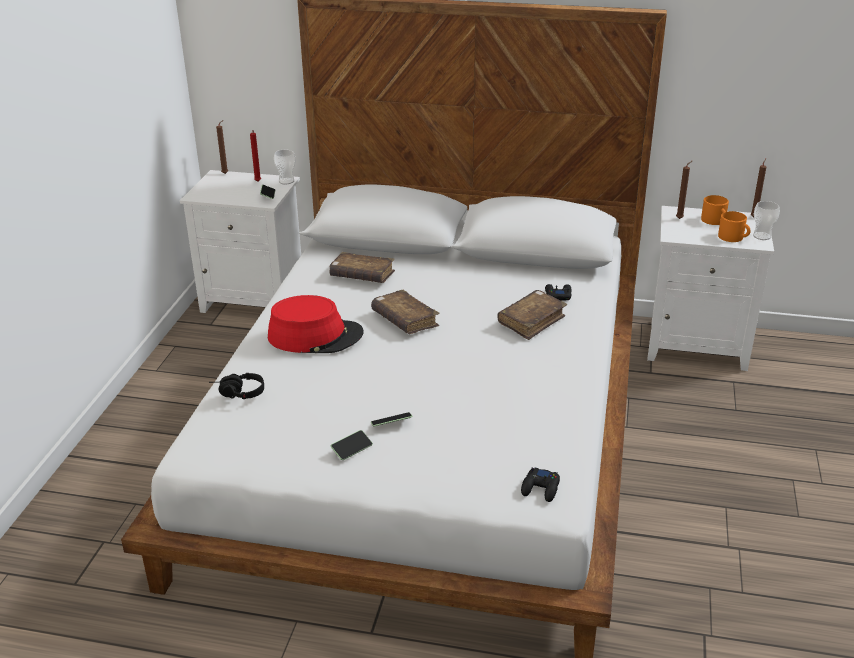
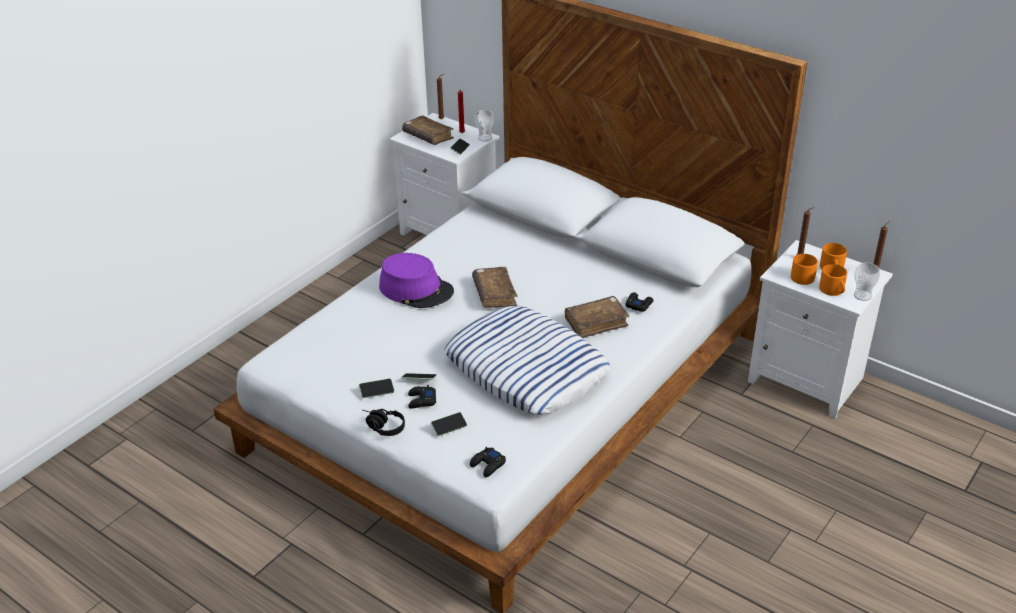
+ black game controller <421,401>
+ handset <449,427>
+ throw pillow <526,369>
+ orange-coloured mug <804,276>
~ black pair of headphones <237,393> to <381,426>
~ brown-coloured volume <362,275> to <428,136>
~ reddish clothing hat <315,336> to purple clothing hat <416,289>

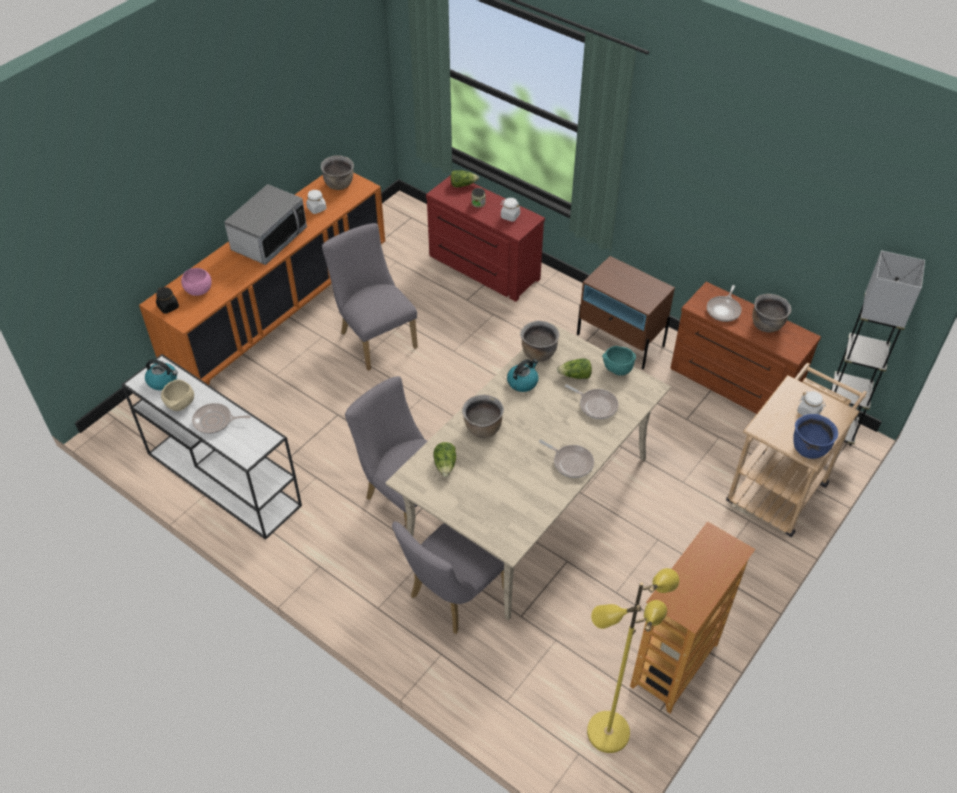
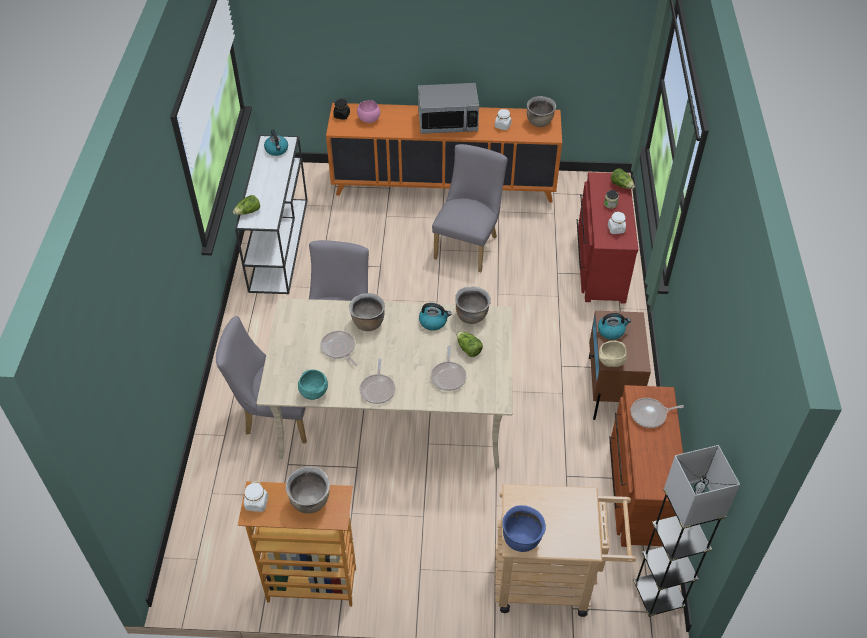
- yellow-coloured floor lamp <608,731>
+ water kettle <611,331>
~ beige-coloured serving bowl <180,405> to <610,362>
~ frying pan <215,421> to <339,348>
~ lettuce head <445,465> to <248,212>
~ blue-green serving bowl <617,370> to <313,392>
~ brown-coloured stockpot <766,325> to <310,501>
~ white-coloured jar <809,412> to <256,503>

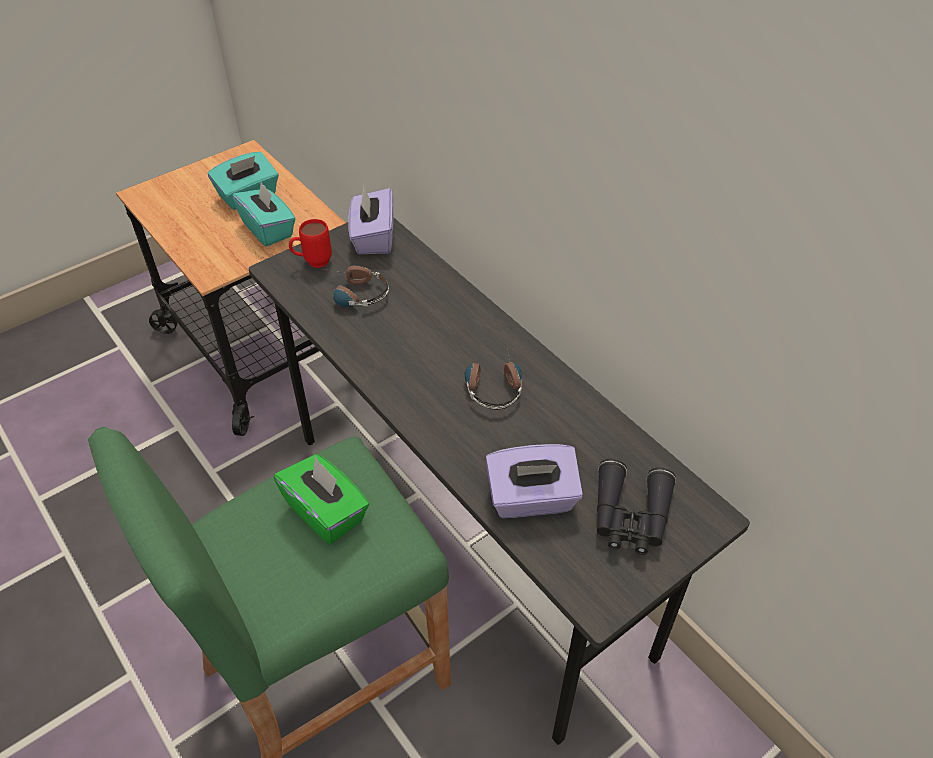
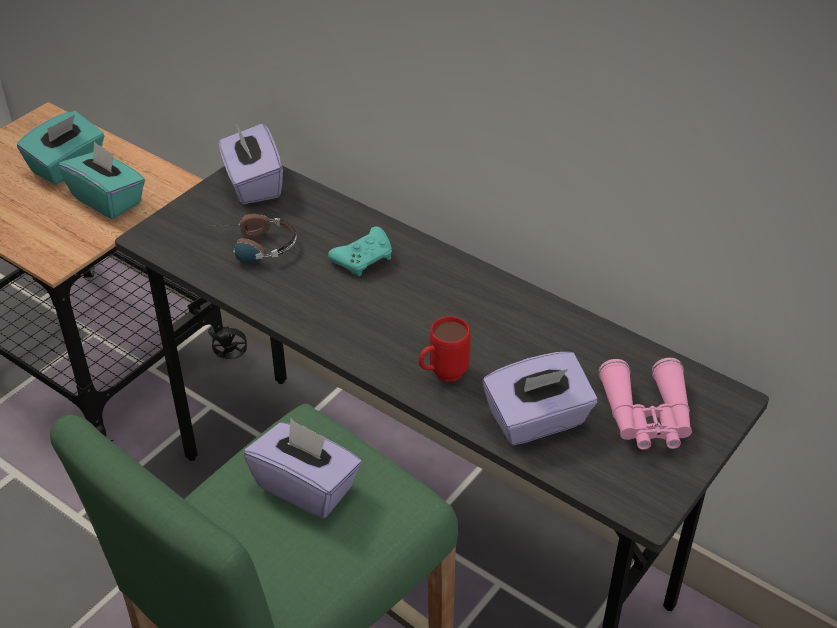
- pair of headphones <493,384>
+ blue-green game controller <364,259>
~ reddish mug <312,263> to <442,375>
~ green-coloured tissue holder <326,512> to purple tissue holder <306,486>
~ black field glasses <630,517> to pinkish field glasses <647,417>

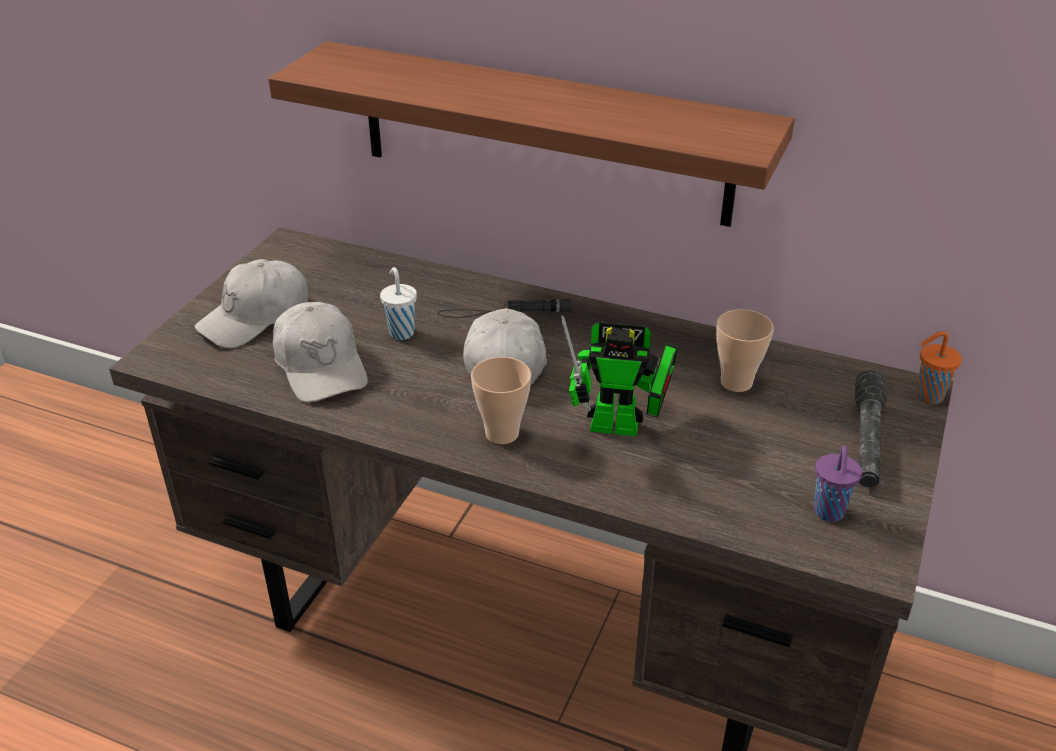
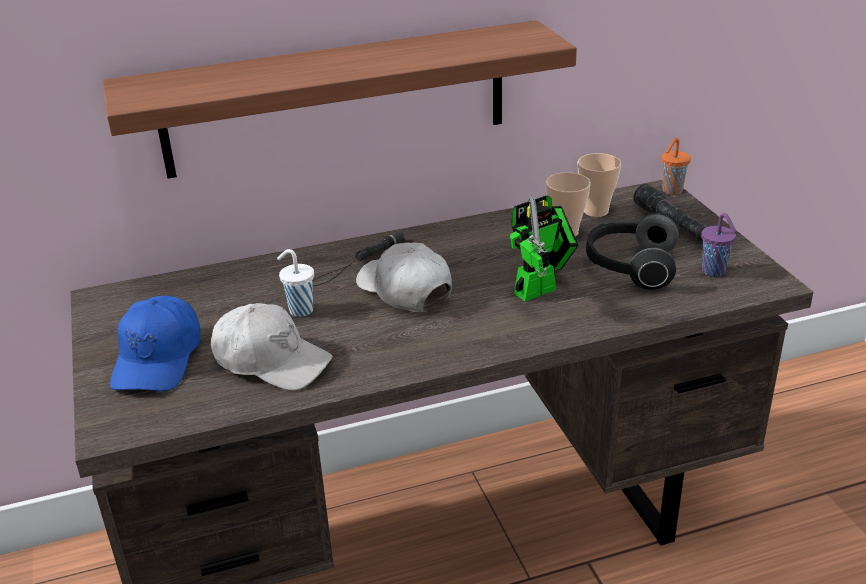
+ pair of headphones <630,267>
~ small cup <502,433> to <596,211>
~ white-coloured peaked cap <256,317> to blue peaked cap <159,358>

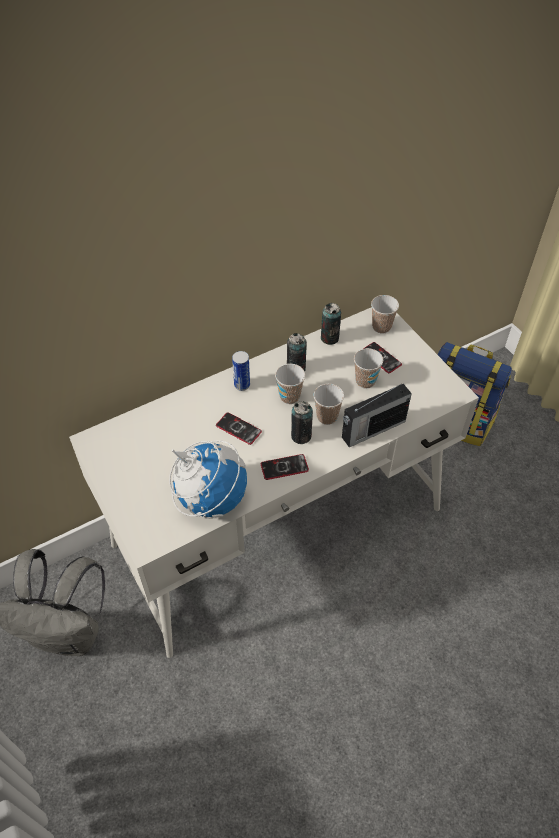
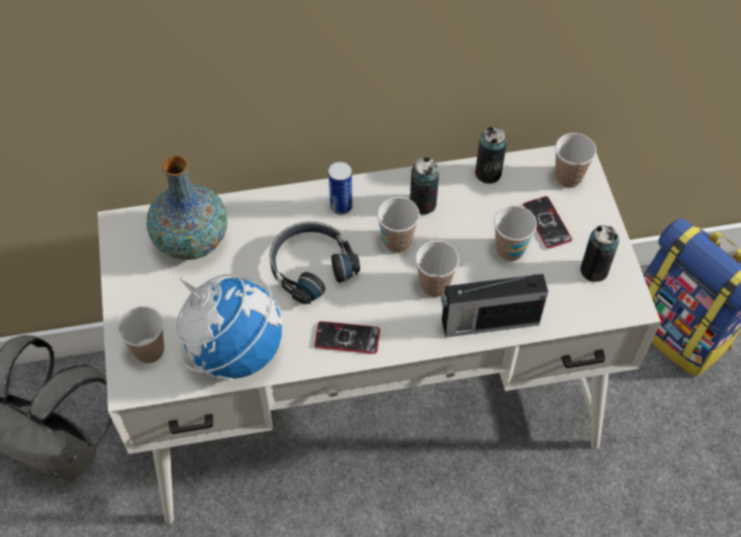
+ small cup <149,350>
+ decorative vase <191,240>
~ metal can <301,436> to <594,270>
~ handset <238,429> to black pair of headphones <311,266>

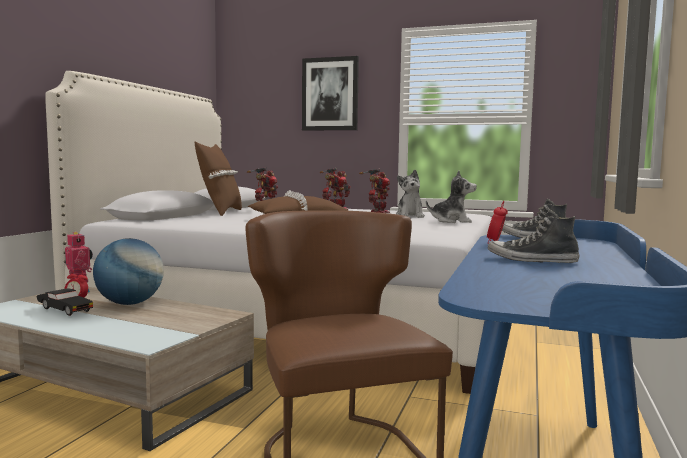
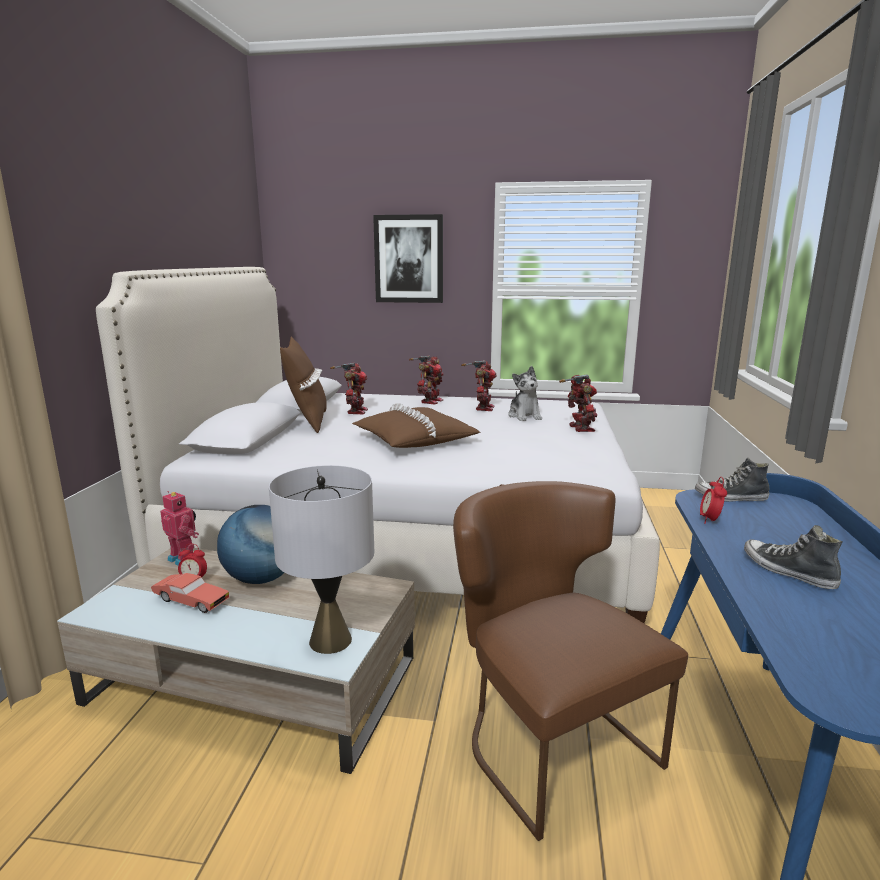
+ greyish lamp for a table <330,641>
~ plush toy <451,221> to model robot <579,428>
~ black toy car <64,310> to reddish toy car <191,601>
~ low shoe <531,260> = <788,571> 45 degrees clockwise

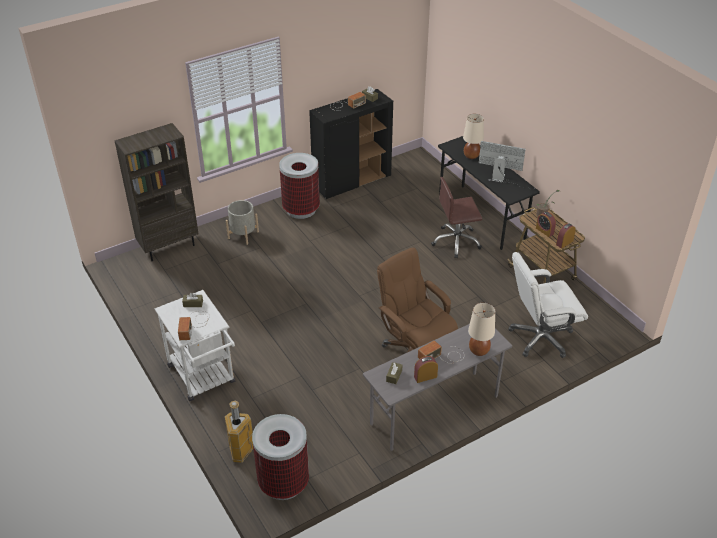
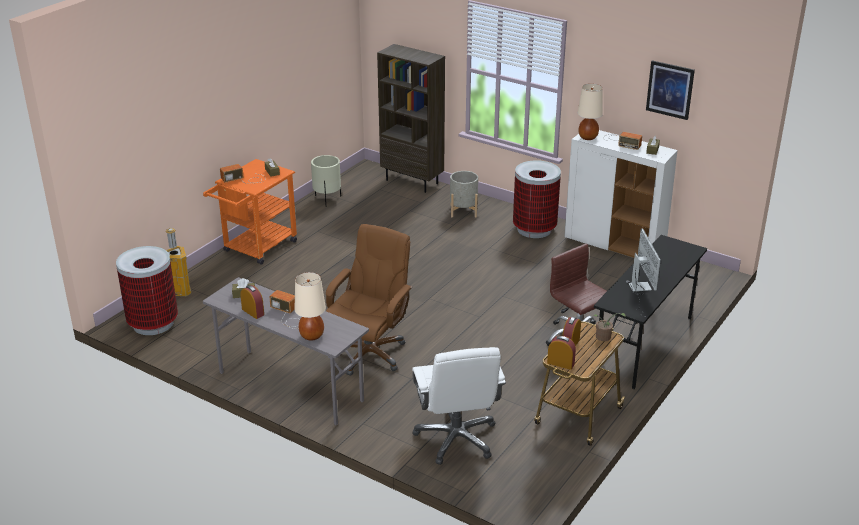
+ beige-coloured planter <327,199>
+ wall picture <670,89>
~ beige-coloured lamp for a table <471,156> to <587,137>
~ white-coloured wheeled cart <204,378> to orange-coloured wheeled cart <256,249>
~ black cabinet <352,181> to white-coloured cabinet <615,245>
~ white-coloured computer chair <540,338> = <456,438> 150 degrees counterclockwise

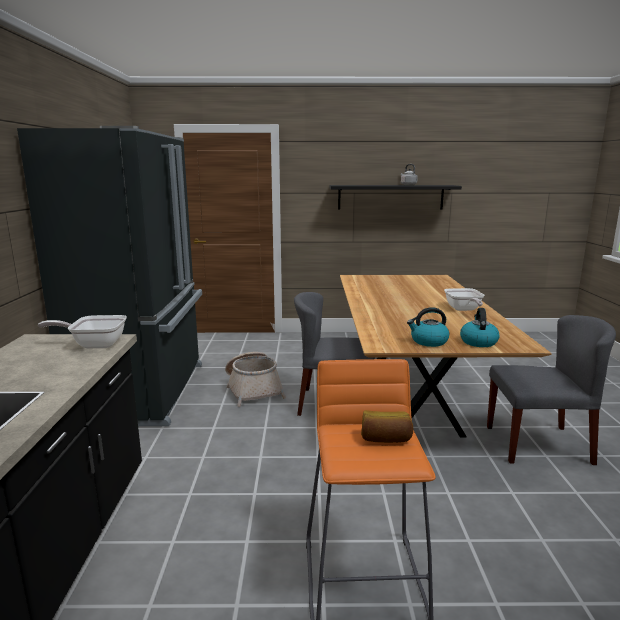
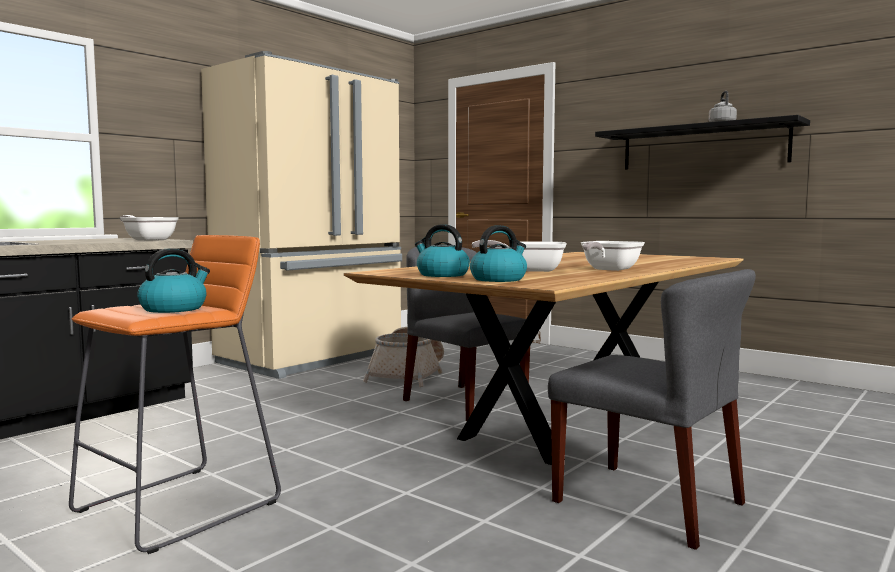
+ frying pan <530,270>
~ baked bread <385,439> to water kettle <174,309>
~ black fridge <145,392> to beige-coloured fridge <314,358>

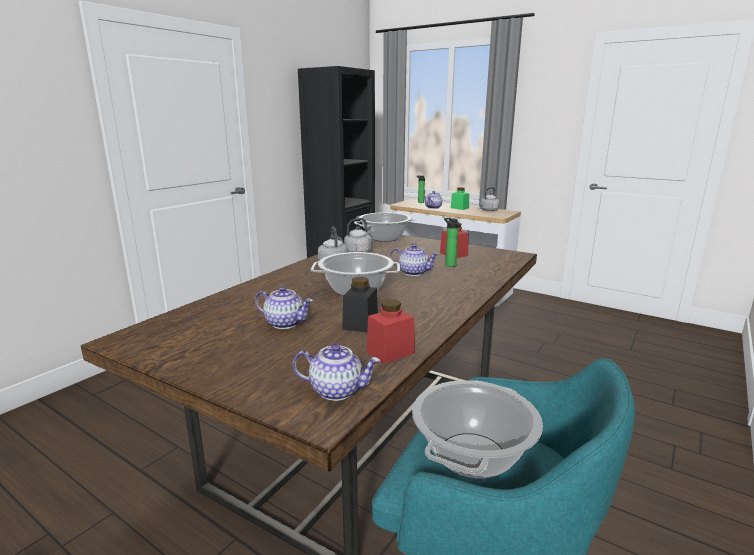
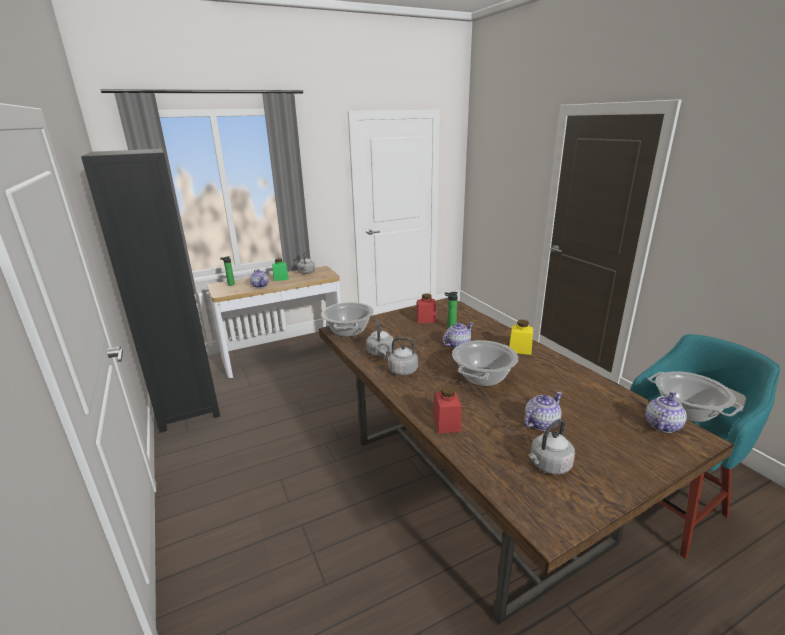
- black jar <360,324>
+ yellow-coloured jar <520,349>
+ greyish water kettle <548,465>
~ reddish jar <390,352> to <447,423>

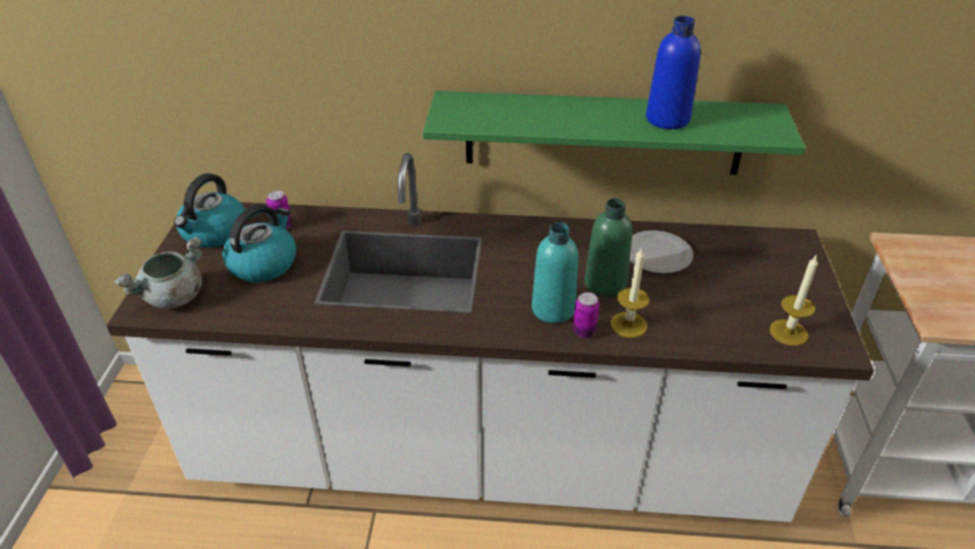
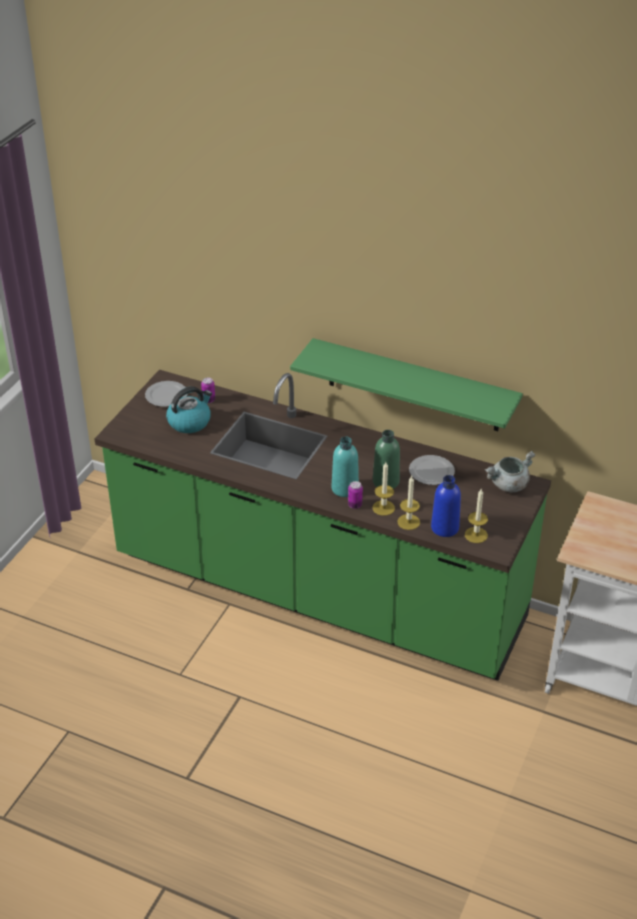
+ candle <408,522>
~ greyish stockpot <173,298> to <508,485>
~ blue bottle <667,119> to <444,528>
~ water kettle <214,233> to plate <167,395>
~ white-coloured counter <487,455> to green-coloured counter <318,592>

